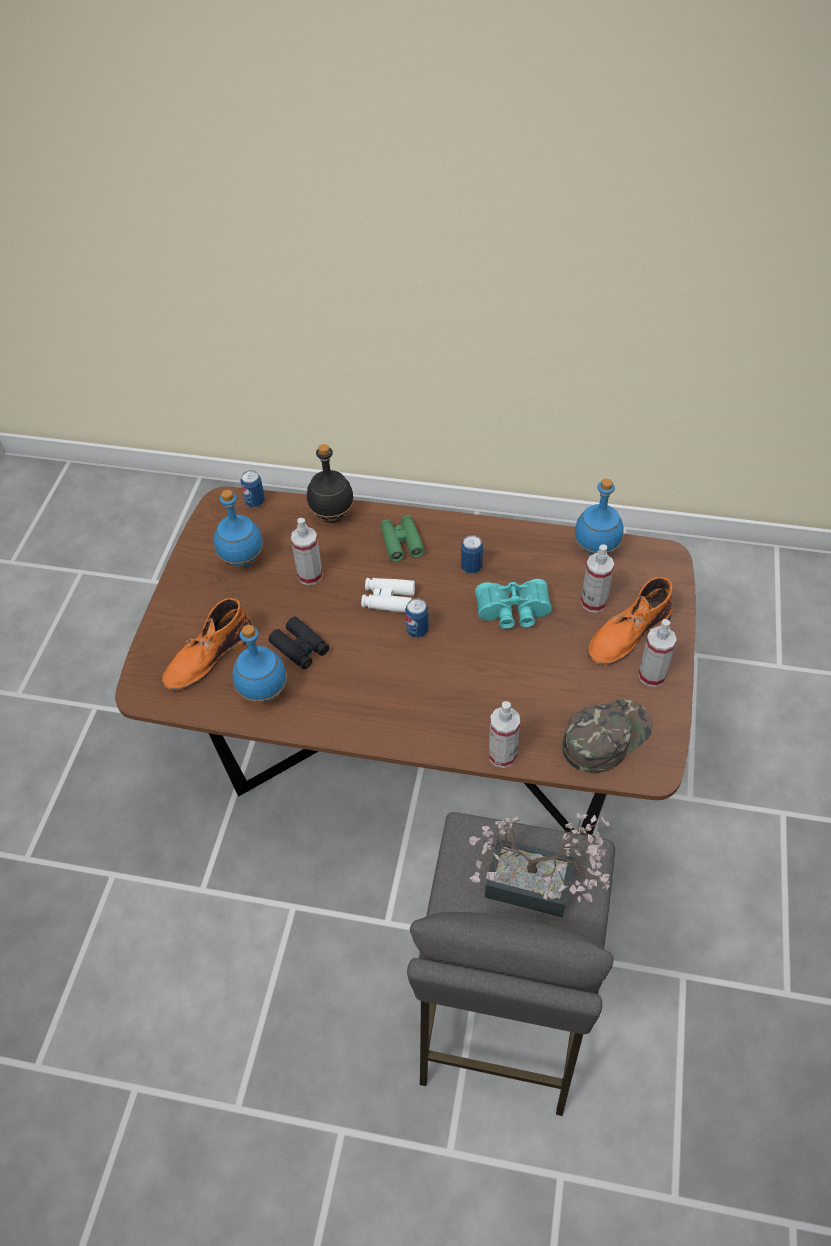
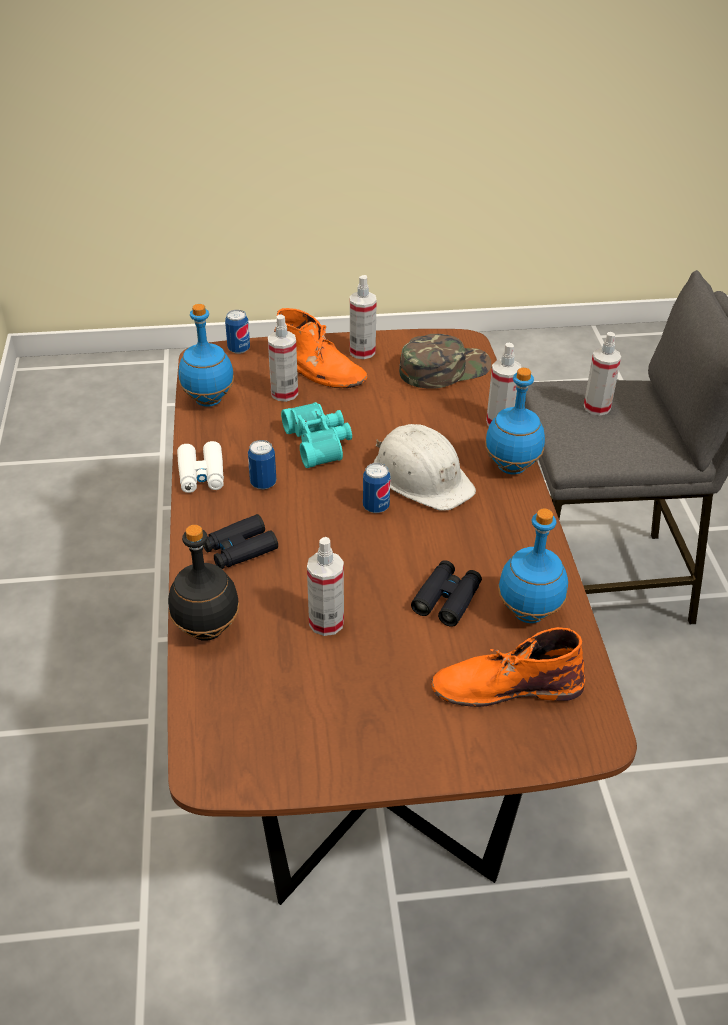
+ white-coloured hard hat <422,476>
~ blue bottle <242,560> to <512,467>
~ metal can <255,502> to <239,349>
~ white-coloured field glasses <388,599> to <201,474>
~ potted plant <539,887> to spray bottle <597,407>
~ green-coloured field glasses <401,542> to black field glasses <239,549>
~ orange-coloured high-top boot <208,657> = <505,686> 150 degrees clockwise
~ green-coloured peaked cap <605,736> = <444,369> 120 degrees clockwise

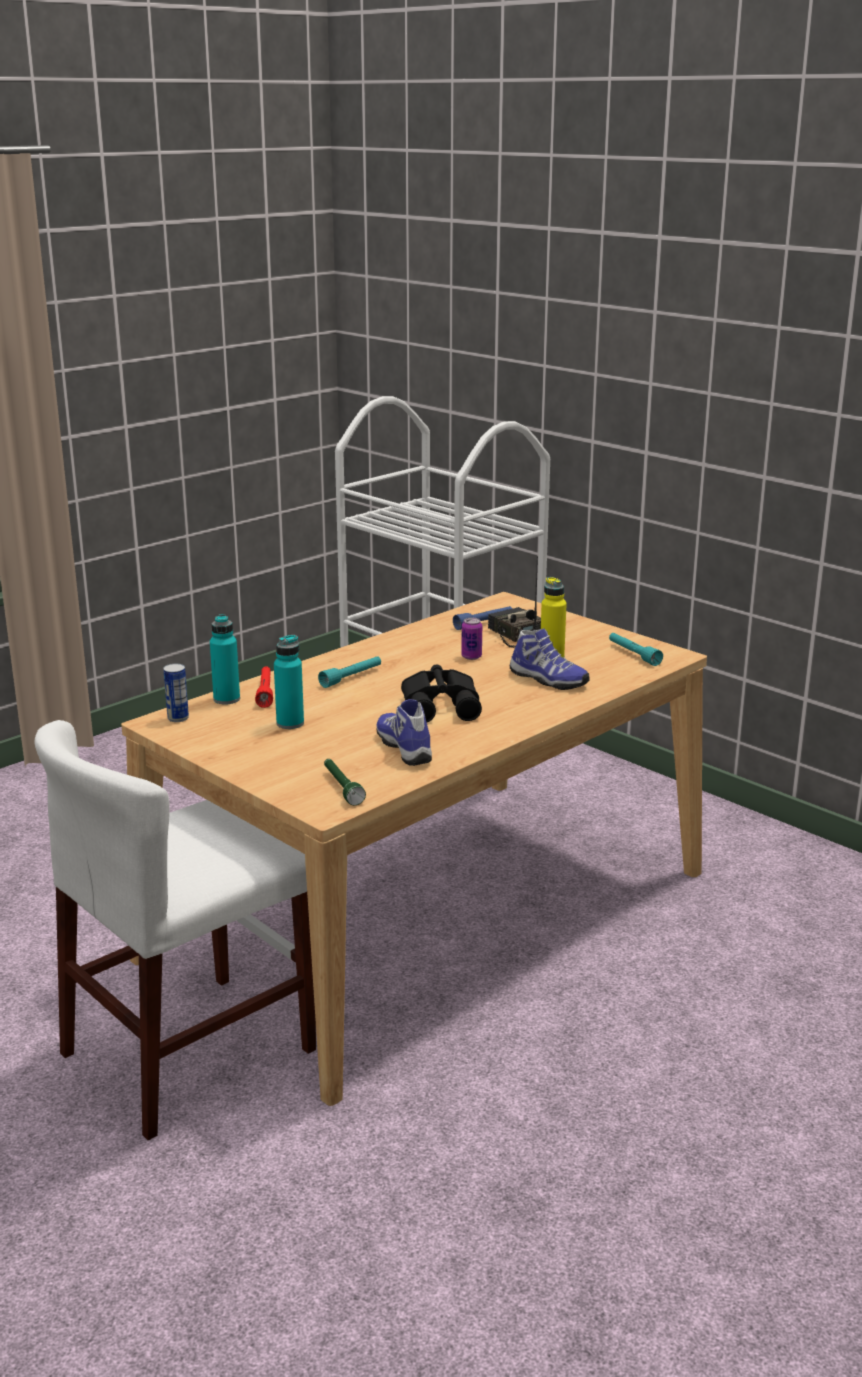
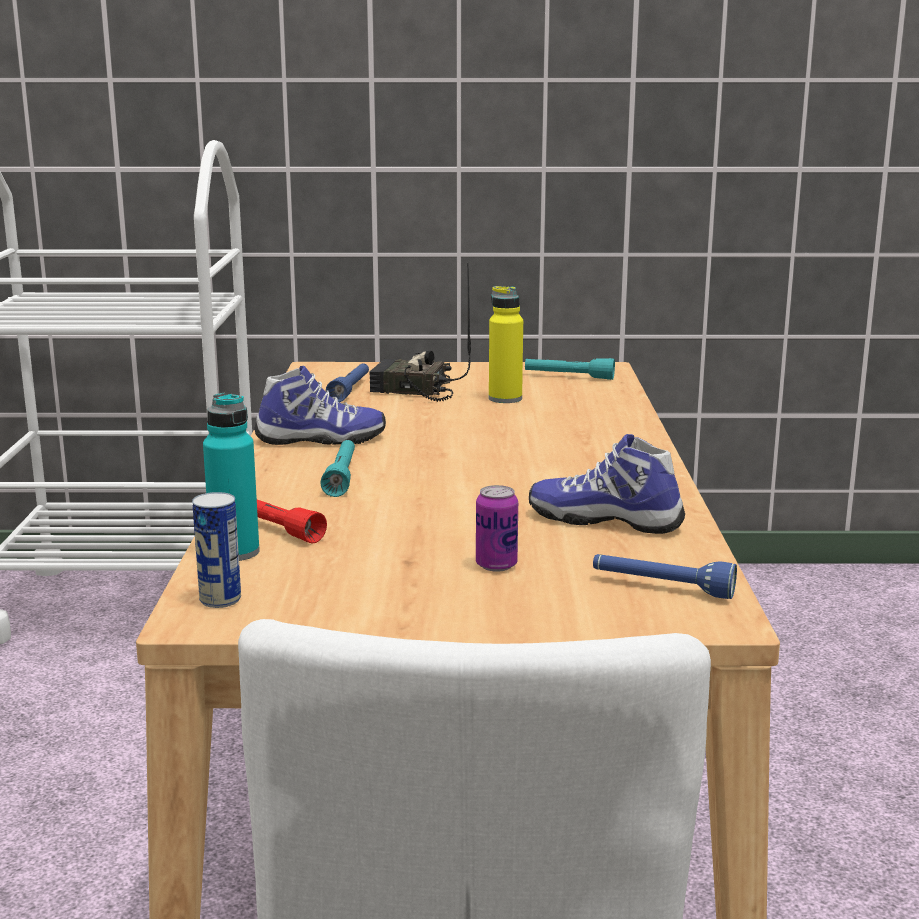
- blue-green bottle <290,723>
- black field glasses <442,705>
~ metal can <471,657> to <496,565>
~ low shoe <547,680> to <321,440>
~ green-coloured flashlight <341,788> to blue flashlight <661,587>

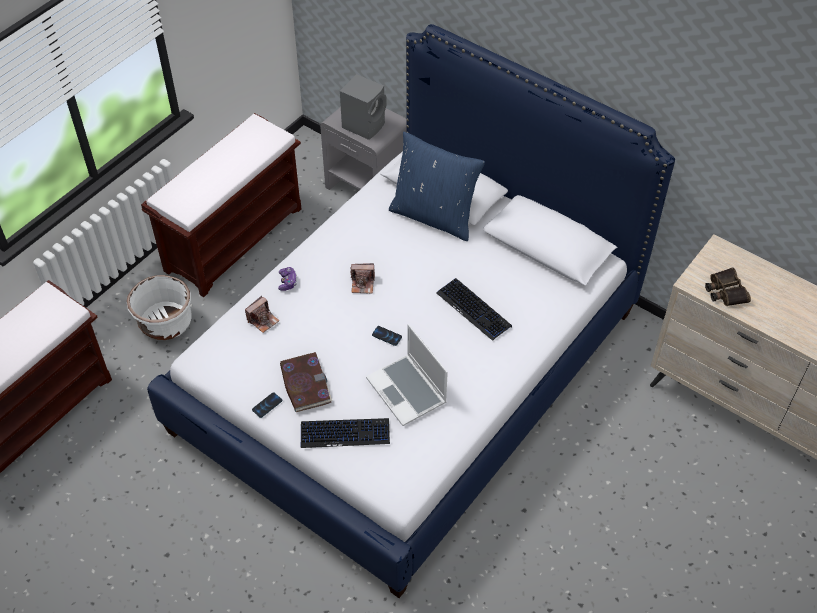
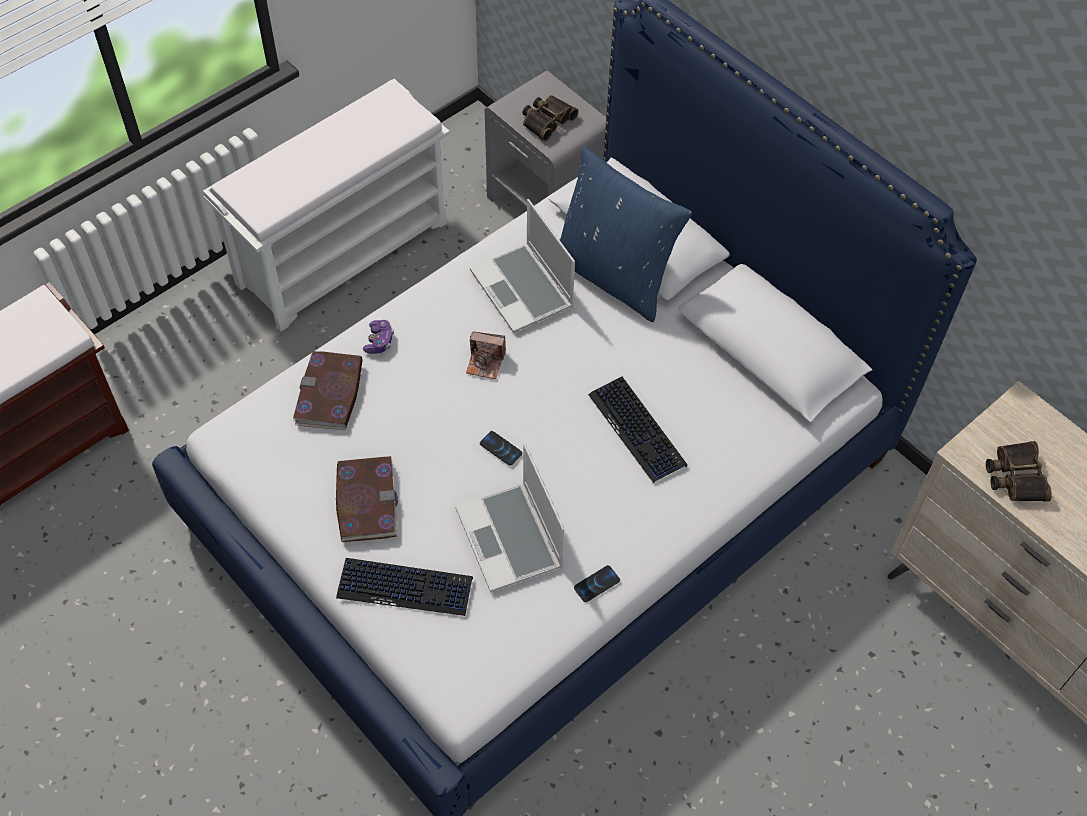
- white-coloured planter <165,323>
+ laptop <523,290>
~ handset <267,405> to <596,584>
~ photo camera <263,320> to volume <329,393>
~ greyish speaker <364,125> to field glasses <547,120>
~ brown-coloured indoor bench <234,238> to white-coloured indoor bench <344,252>

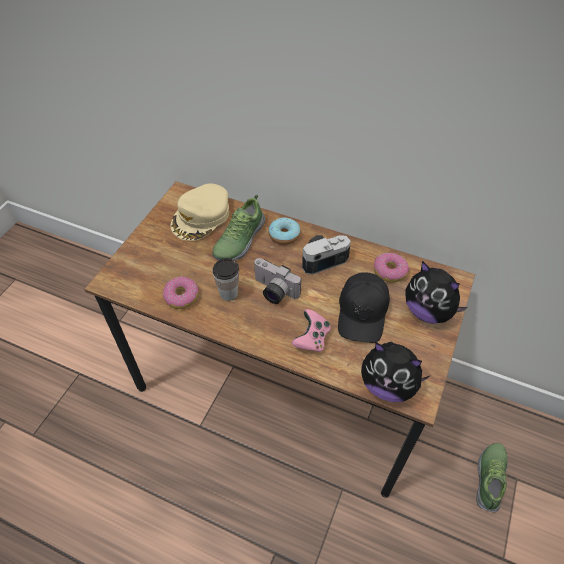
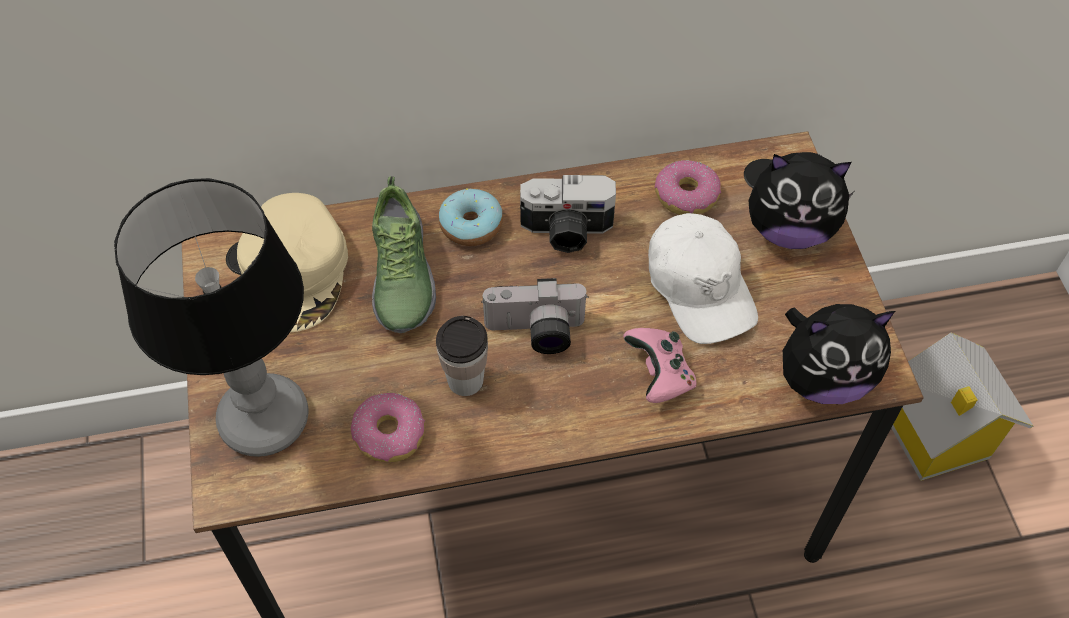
+ lamp for a table <262,419>
~ low shoe <490,478> to model house <933,435>
~ black peaked cap <362,312> to white-coloured peaked cap <699,287>
~ photo camera <322,258> = <566,231> 120 degrees counterclockwise

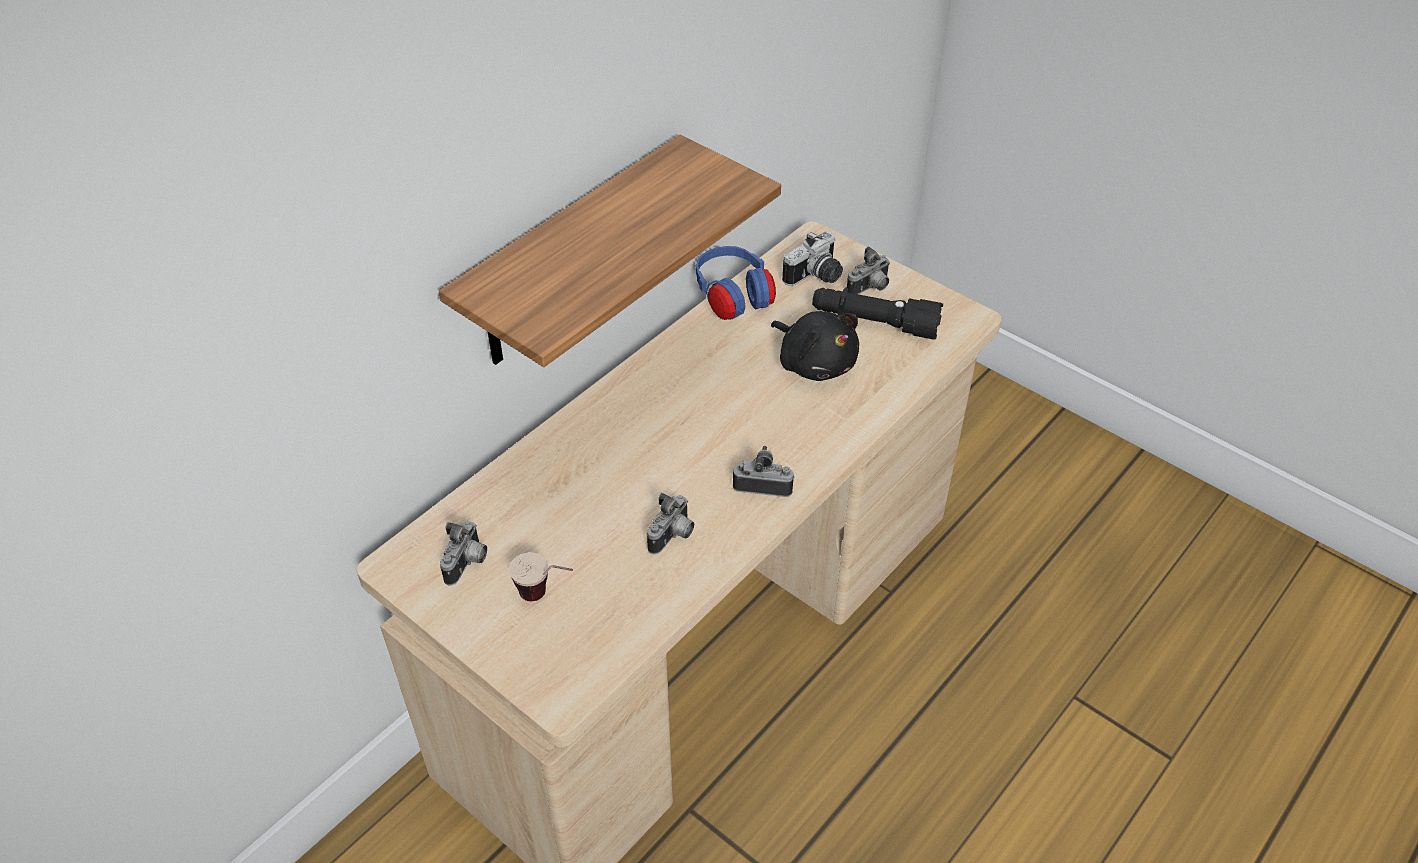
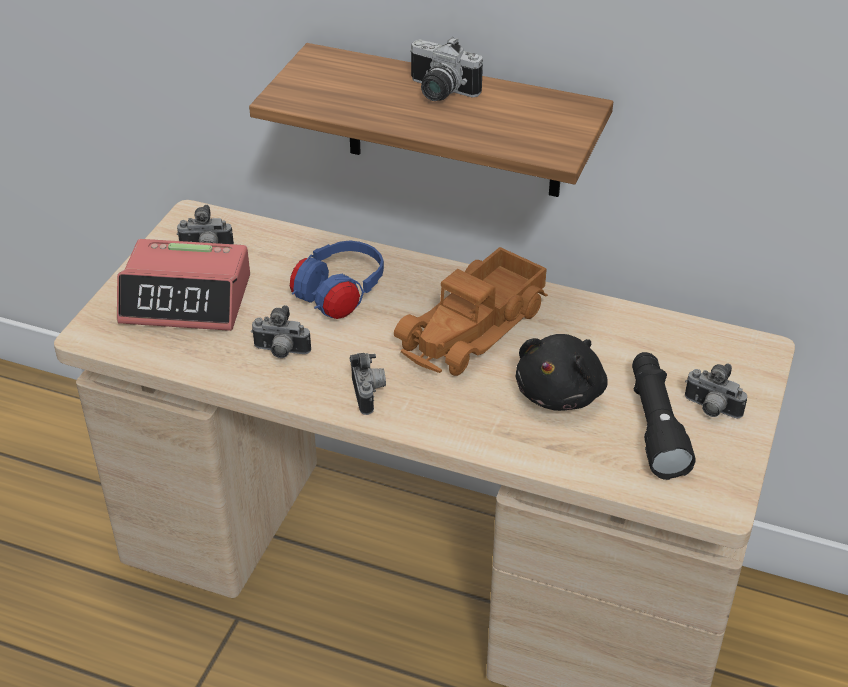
+ toy lorry <476,328>
~ blue pair of headphones <733,299> to <339,296>
~ photo camera <816,277> to <439,92>
~ small cup <546,597> to alarm clock <187,299>

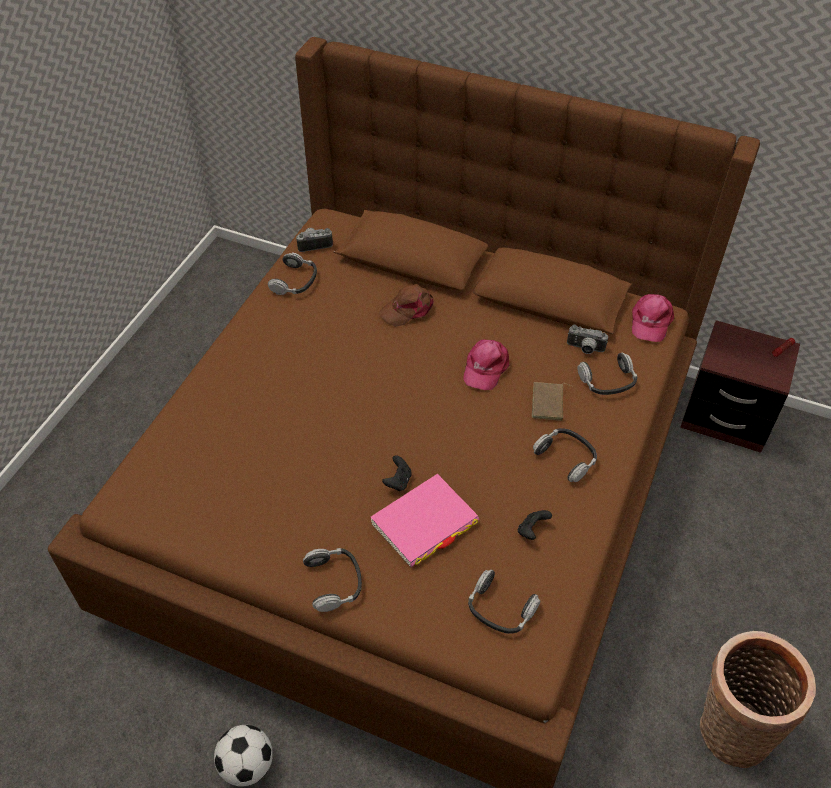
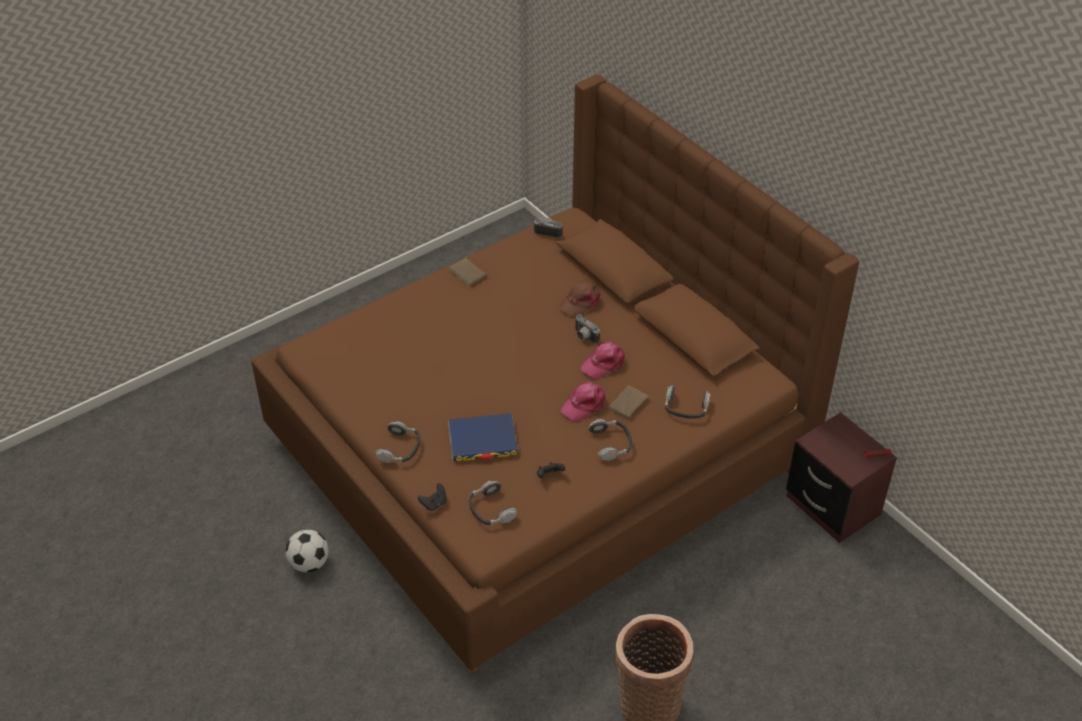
- pair of headphones <295,281>
+ brown-coloured volume <469,273>
~ black game controller <398,481> to <434,504>
~ photo camera <585,349> to <584,337>
~ pinkish peaked cap <650,321> to <584,404>
~ pinkish volume <424,523> to blue volume <482,440>
~ brown-coloured peaked cap <408,309> = <581,302> 45 degrees counterclockwise

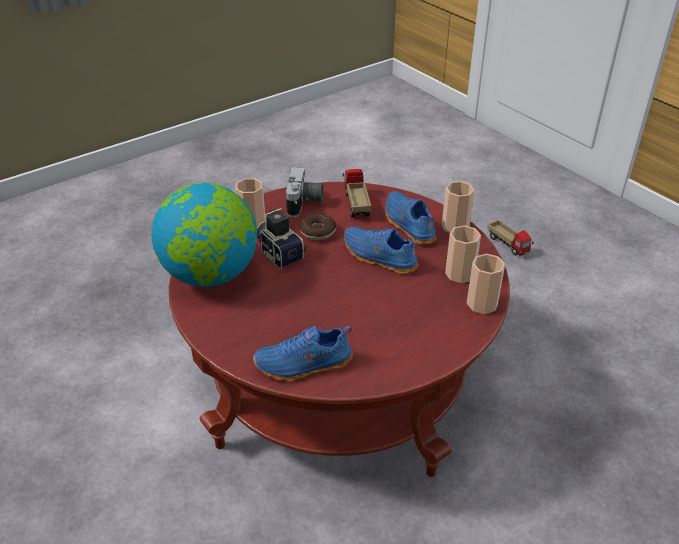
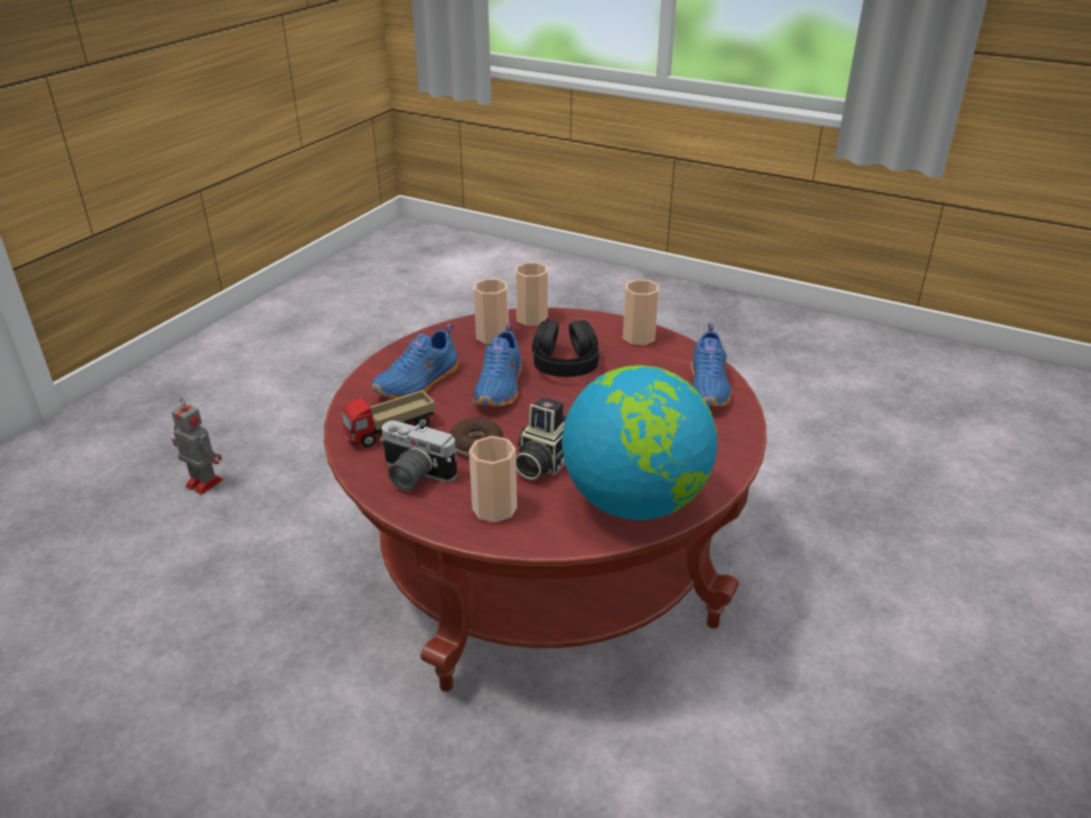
+ black pair of headphones <565,363>
~ small cup <455,226> to <639,337>
~ toy lorry <508,245> to model robot <203,482>
~ blue low shoe <304,366> = <709,388> 45 degrees clockwise
~ photo camera <305,203> = <412,476> 135 degrees counterclockwise

